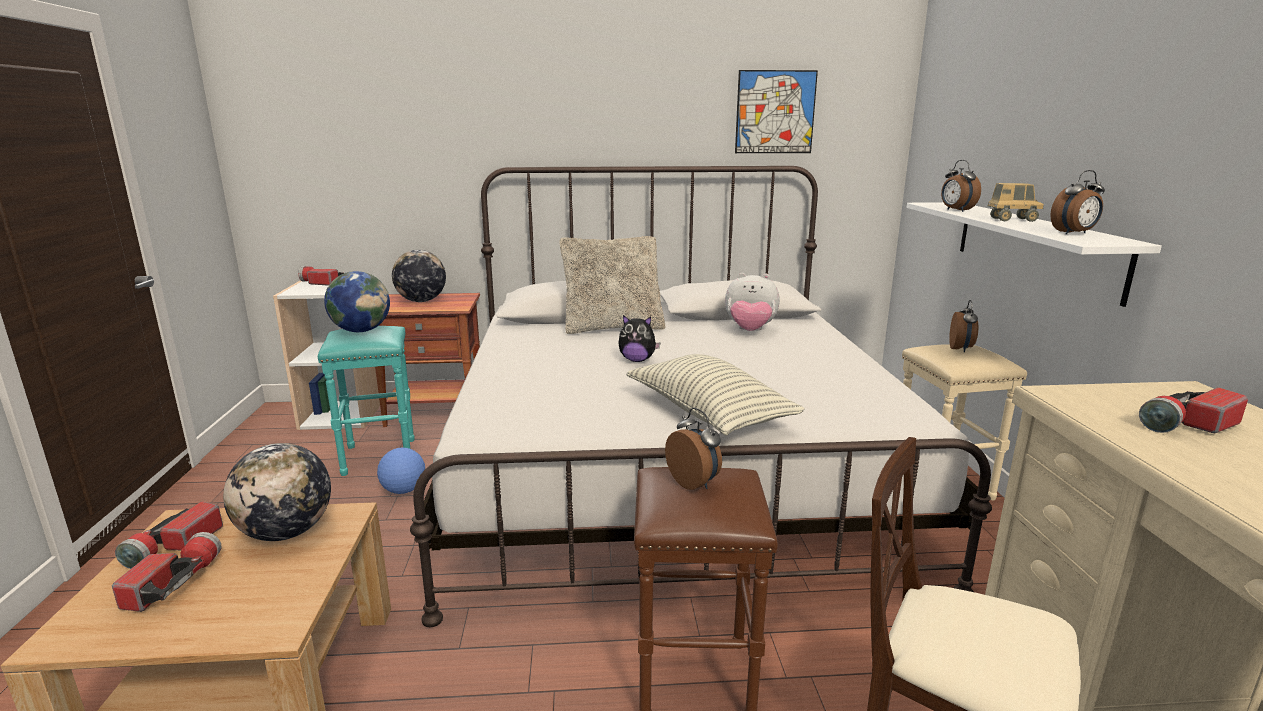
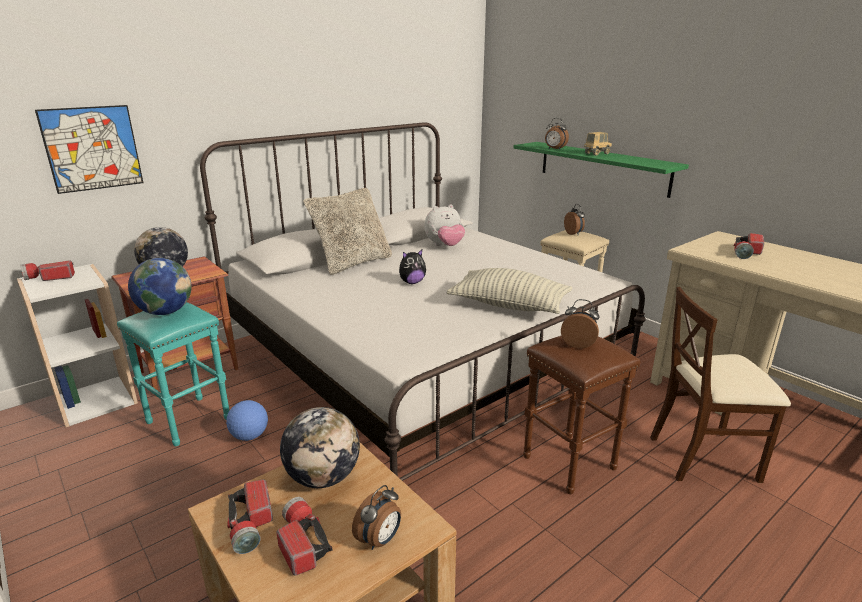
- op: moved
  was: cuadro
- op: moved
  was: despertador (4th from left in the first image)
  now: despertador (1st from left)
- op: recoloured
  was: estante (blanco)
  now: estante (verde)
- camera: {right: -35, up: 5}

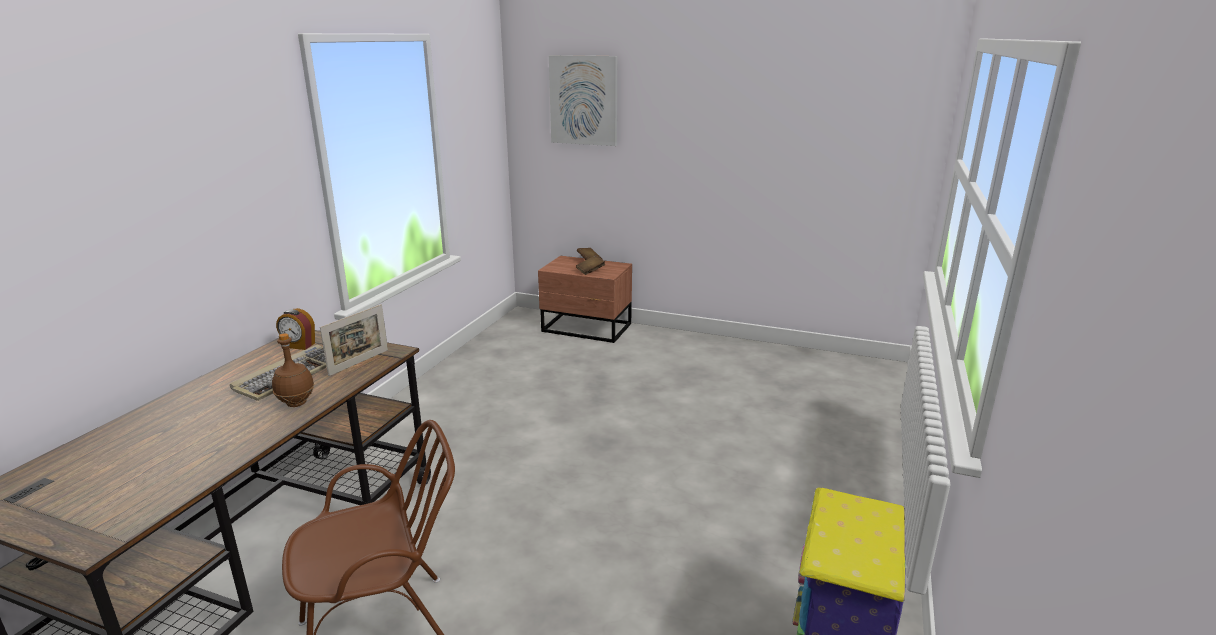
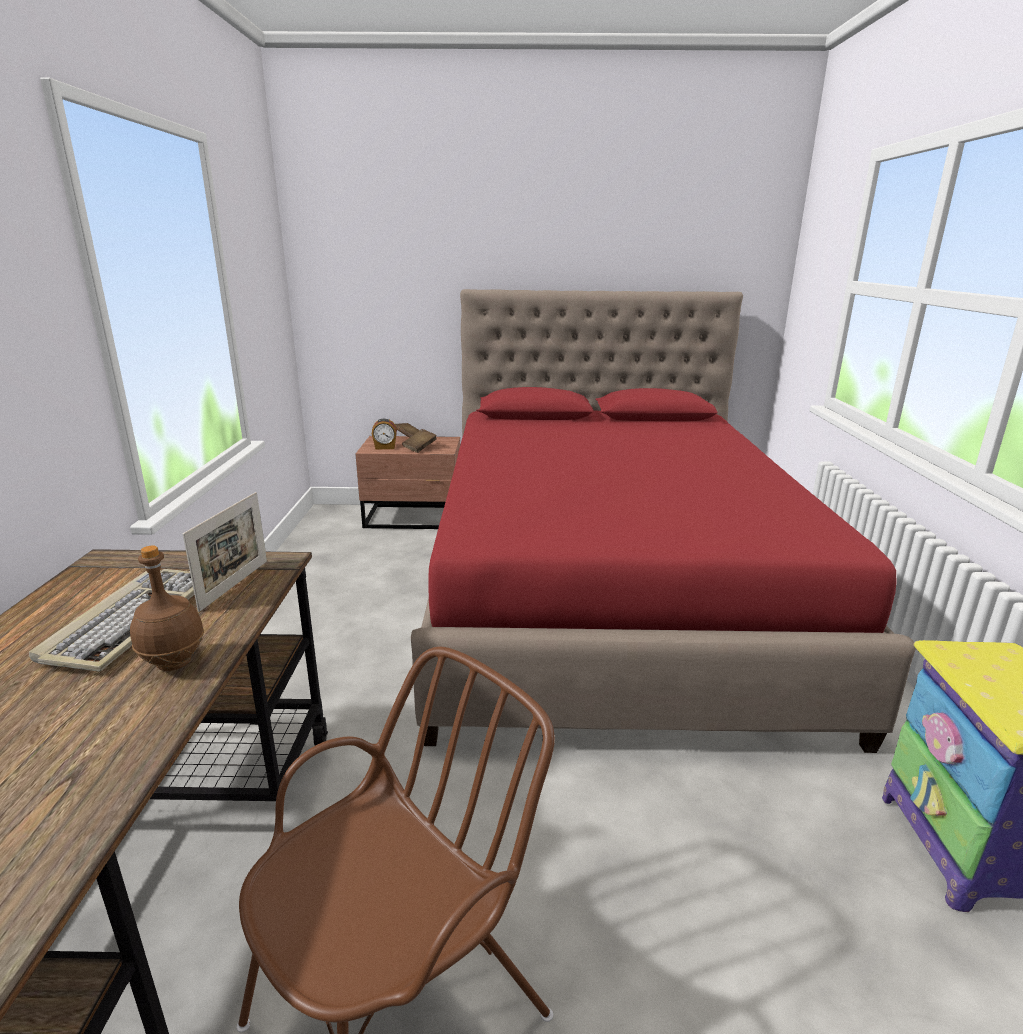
- op: removed
  was: cuadro
- op: added
  now: cama (rojo)
- op: moved
  was: despertador
- camera: {right: -20, up: 0}

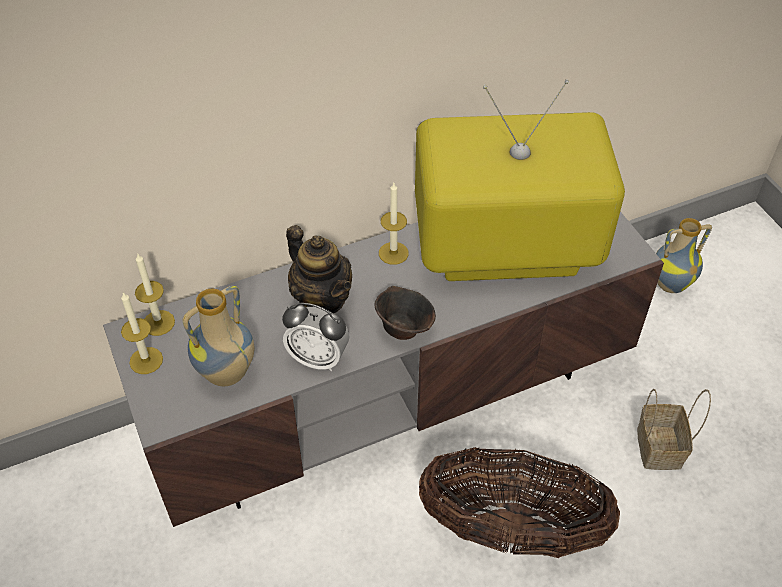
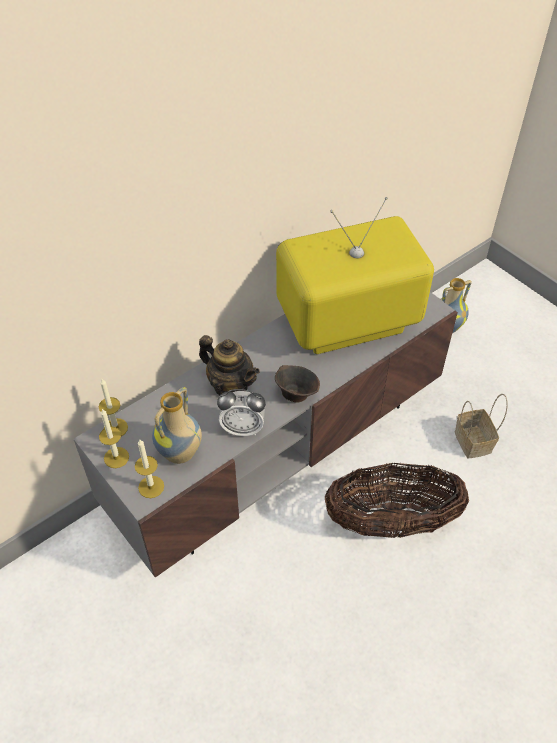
- op: moved
  was: vela (3rd from left)
- camera: {right: -15, up: 0}

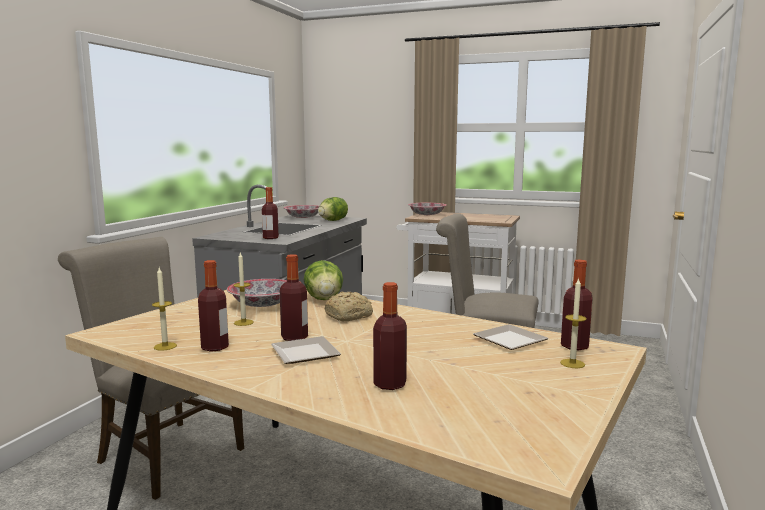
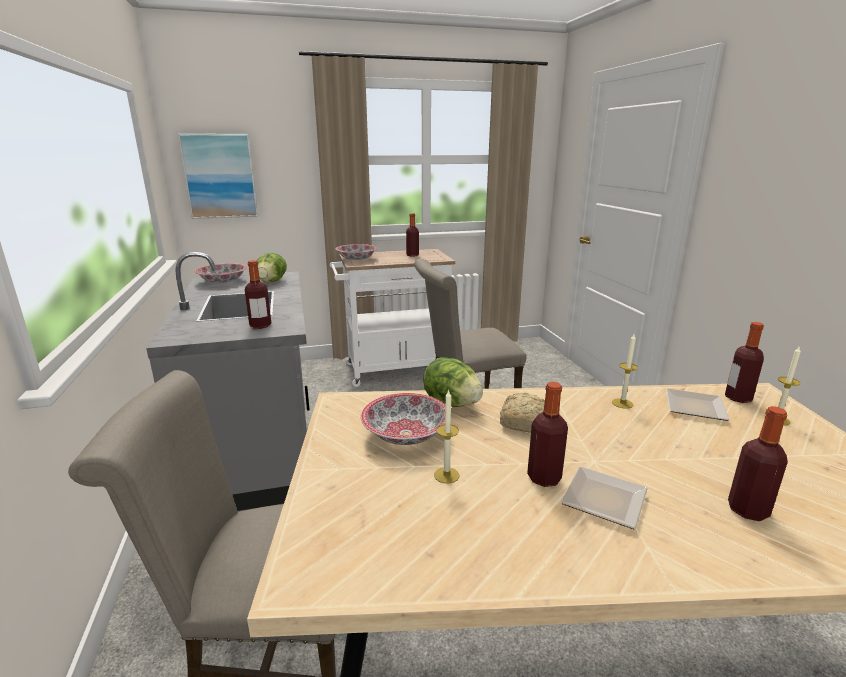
- op: added
  now: cuadro
- op: moved
  was: vela (1st from left in the first image)
  now: vela (2nd from left)
- op: moved
  was: botella (1st from left in the first image)
  now: botella (2nd from left)
- camera: {right: -35, up: 10}

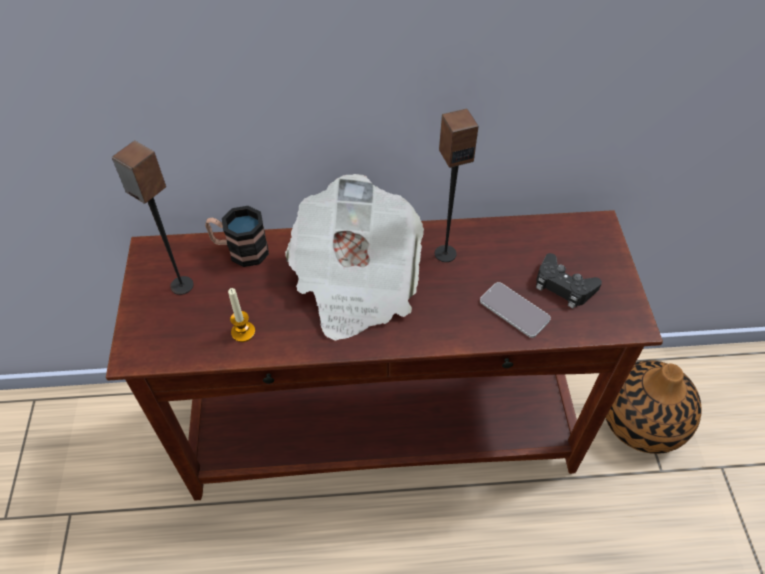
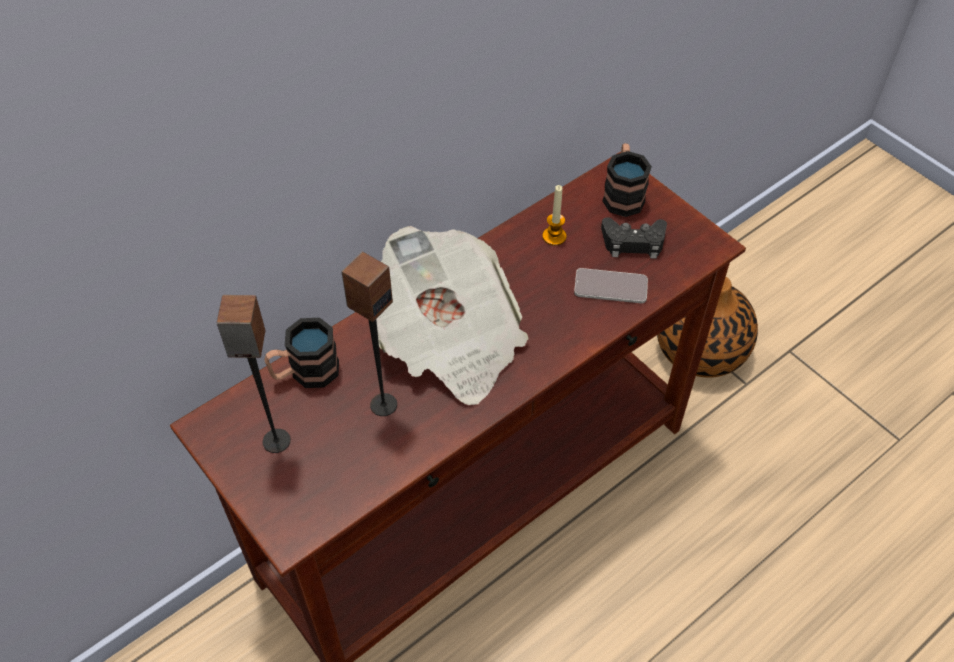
- op: added
  now: taza grande (2nd from left)
- op: moved
  was: vela
- op: moved
  was: altavoz (2nd from left)
- camera: {right: -35, up: 0}

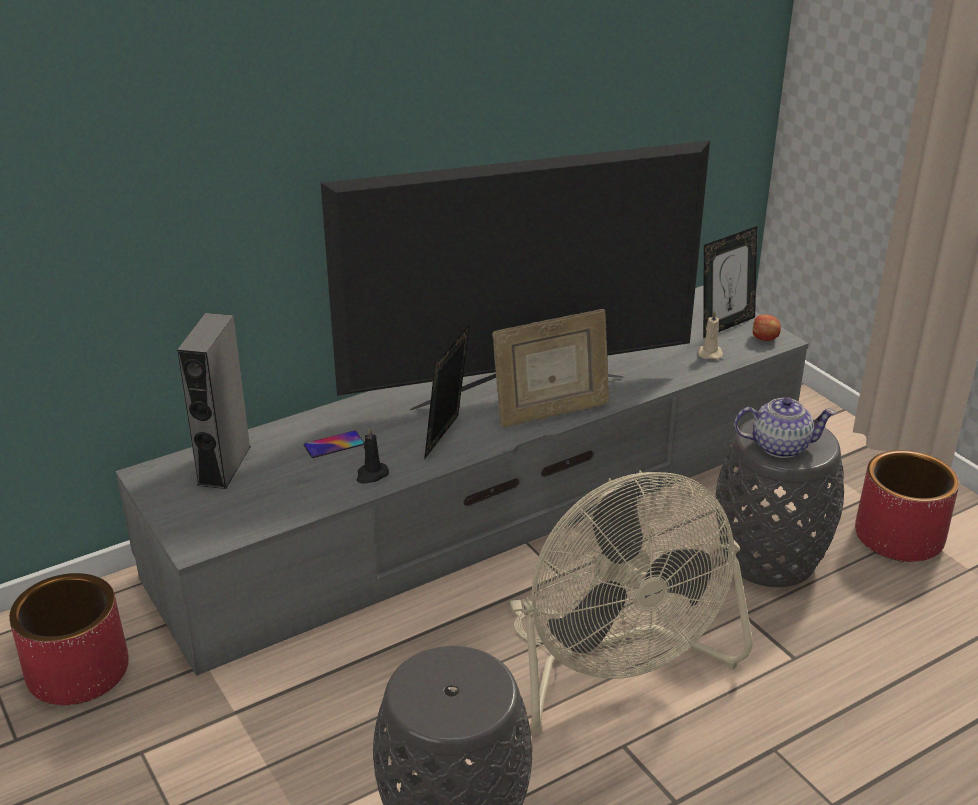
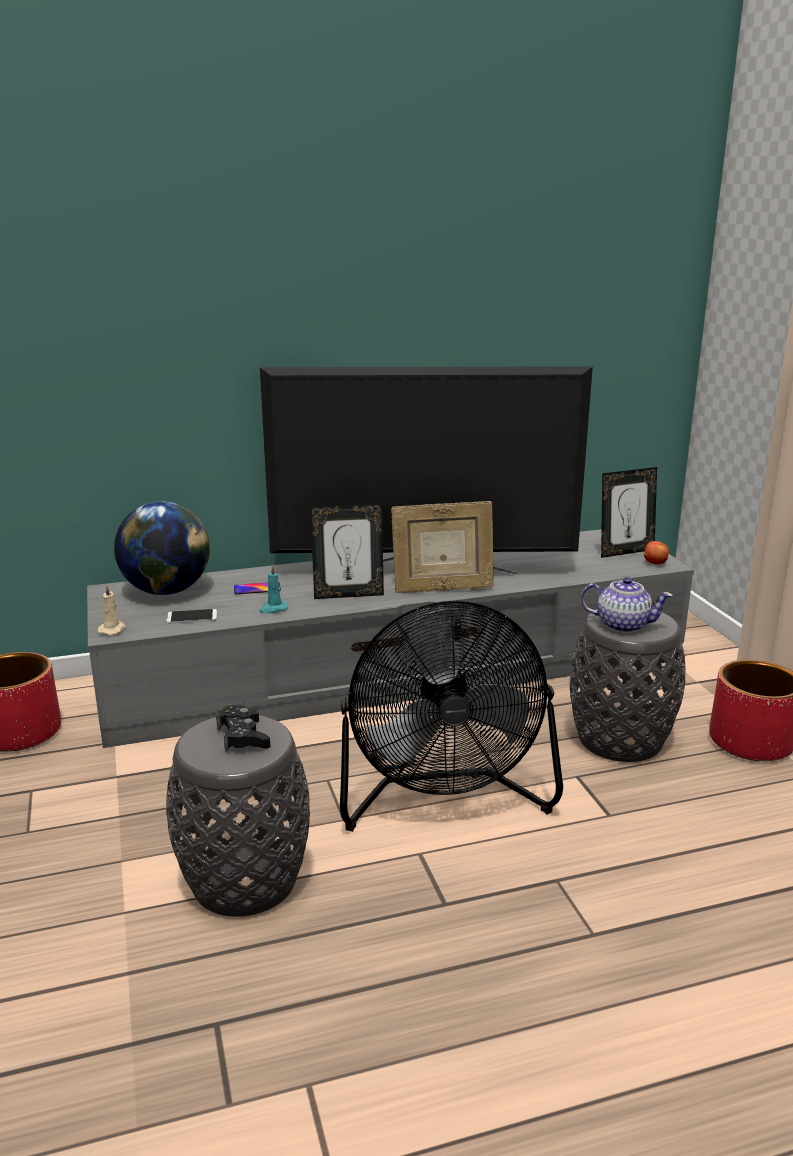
- op: added
  now: móvil (1st from left)
- op: added
  now: mando de consola (negro)
- op: moved
  was: vela (beis)
- op: replaced
  was: altavoz (gris)
  now: globo terráqueo
- op: recoloured
  was: vela (negro)
  now: vela (turquesa)
- op: recoloured
  was: ventilador (beis)
  now: ventilador (negro)
- op: turned
  was: portarretratos (1st from left)
  clockwise: -135
- camera: {right: 15, up: -10}

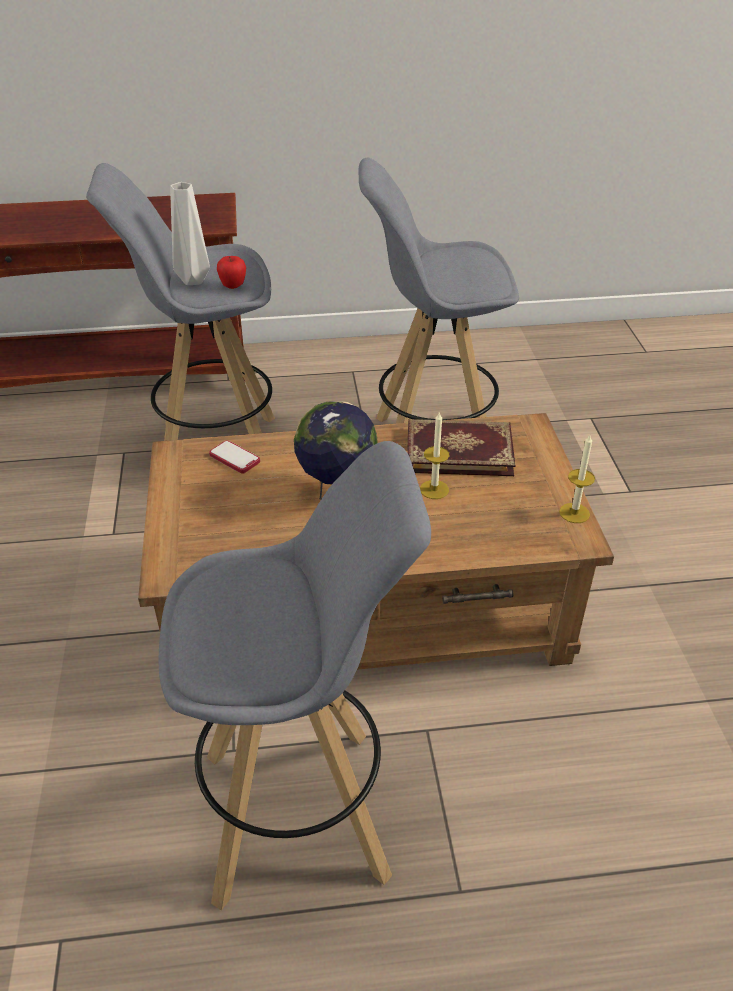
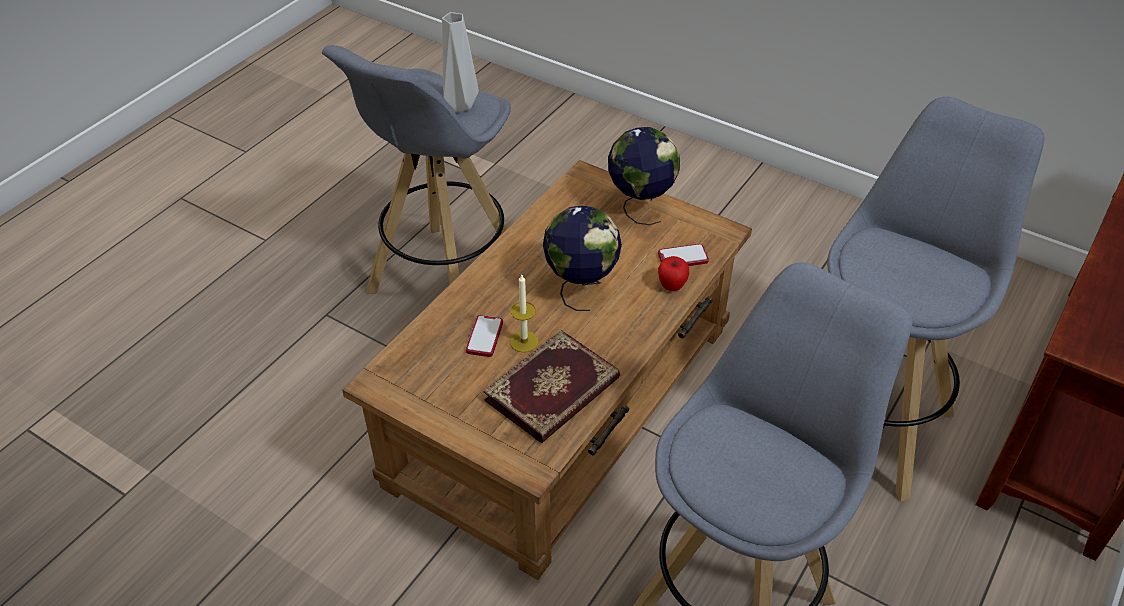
- op: removed
  was: vela (2nd from left)
- op: added
  now: móvil (1st from left)
- op: added
  now: globo terráqueo (2nd from left)
- op: moved
  was: florero (gris)
- op: moved
  was: manzana
- camera: {right: 130, up: 5}

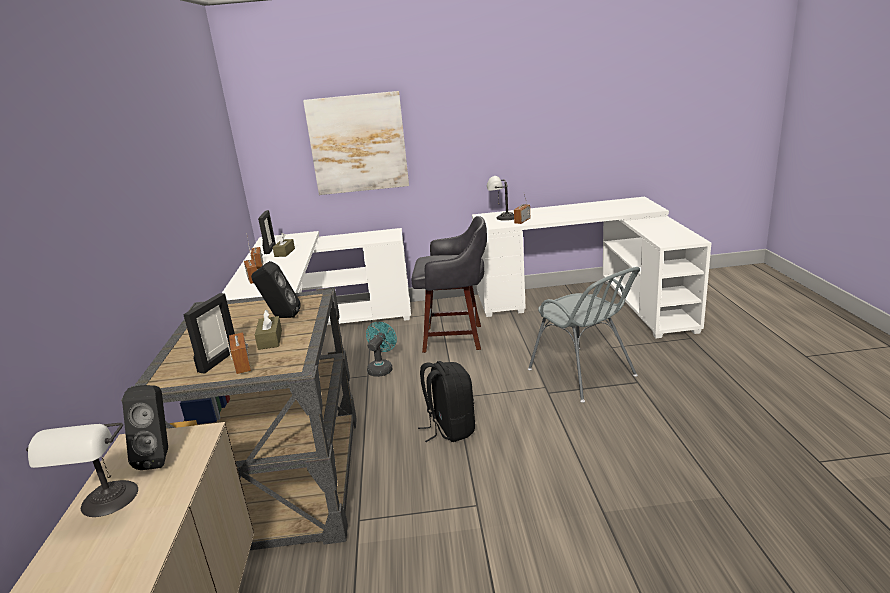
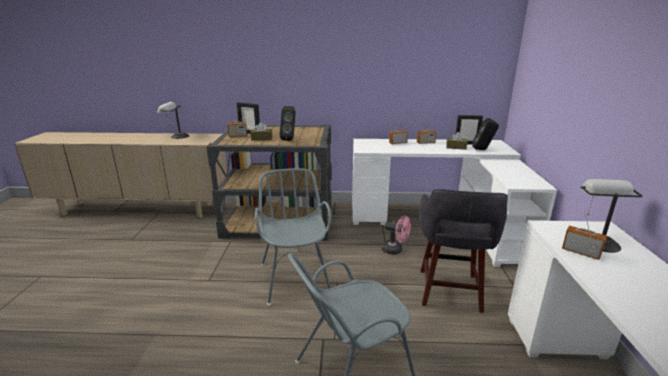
- op: removed
  was: cuadro
- op: moved
  was: altavoz (negro) (1st from left in the first image)
  now: altavoz (negro) (2nd from left)
- op: replaced
  was: mochila (negro)
  now: silla (gris) (1st from left)
- op: recoloured
  was: ventilador (turquesa)
  now: ventilador (rosa)
- camera: {right: 95, up: 0}

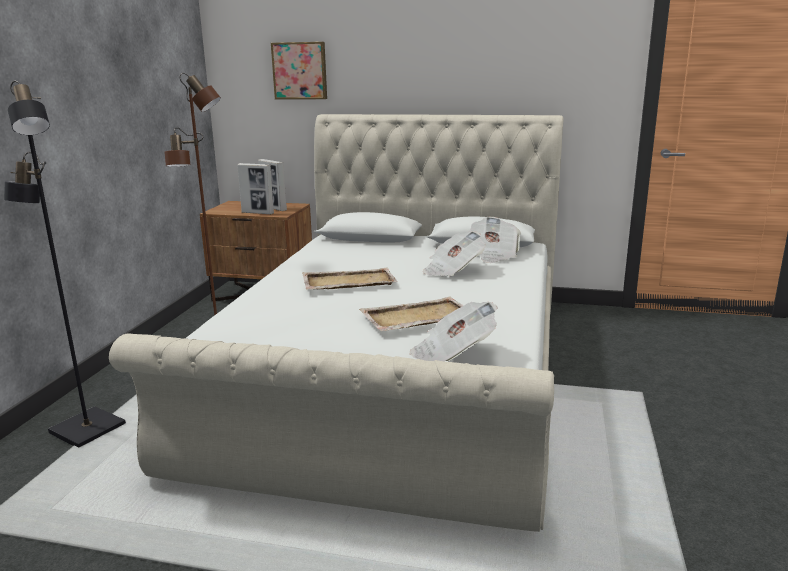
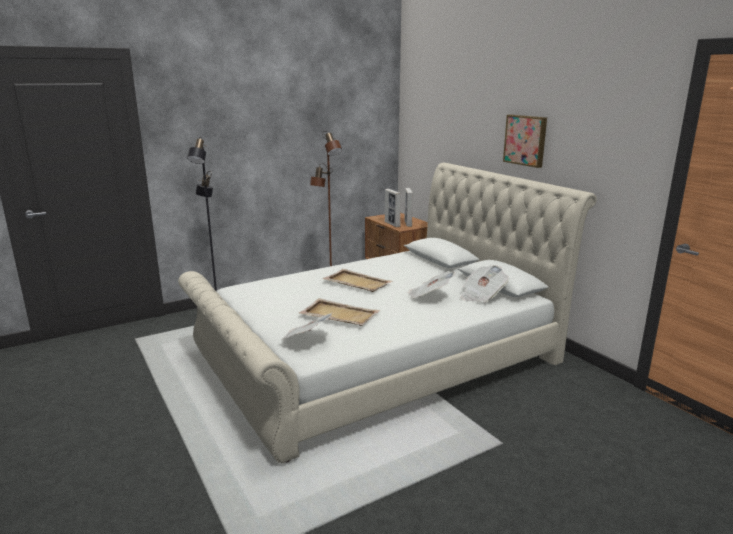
- op: moved
  was: cuadro
- camera: {right: 45, up: 0}

